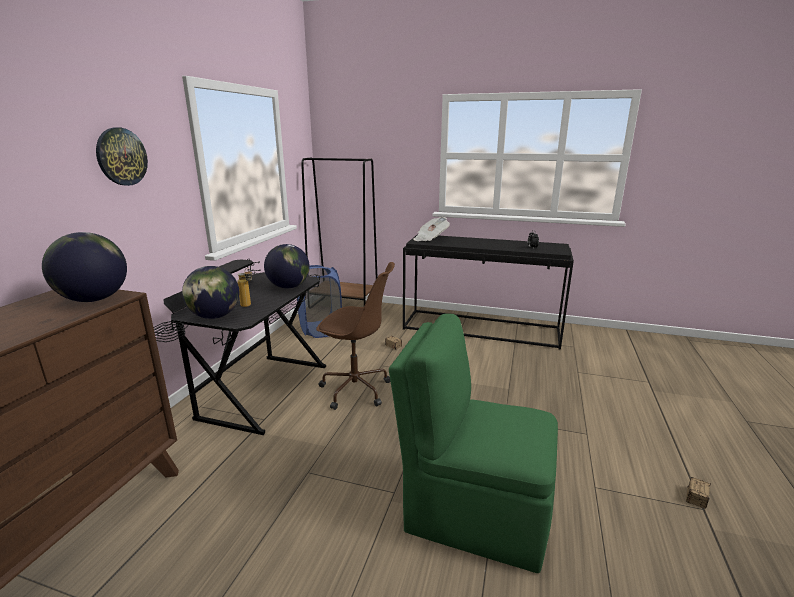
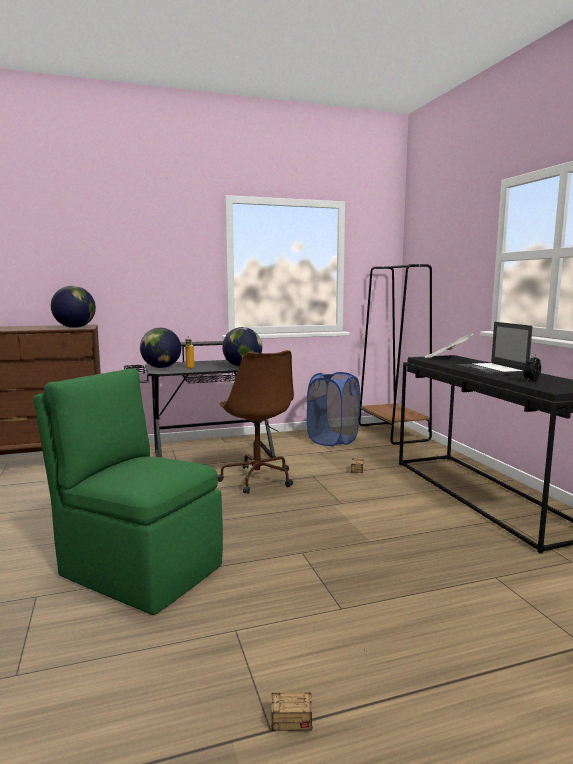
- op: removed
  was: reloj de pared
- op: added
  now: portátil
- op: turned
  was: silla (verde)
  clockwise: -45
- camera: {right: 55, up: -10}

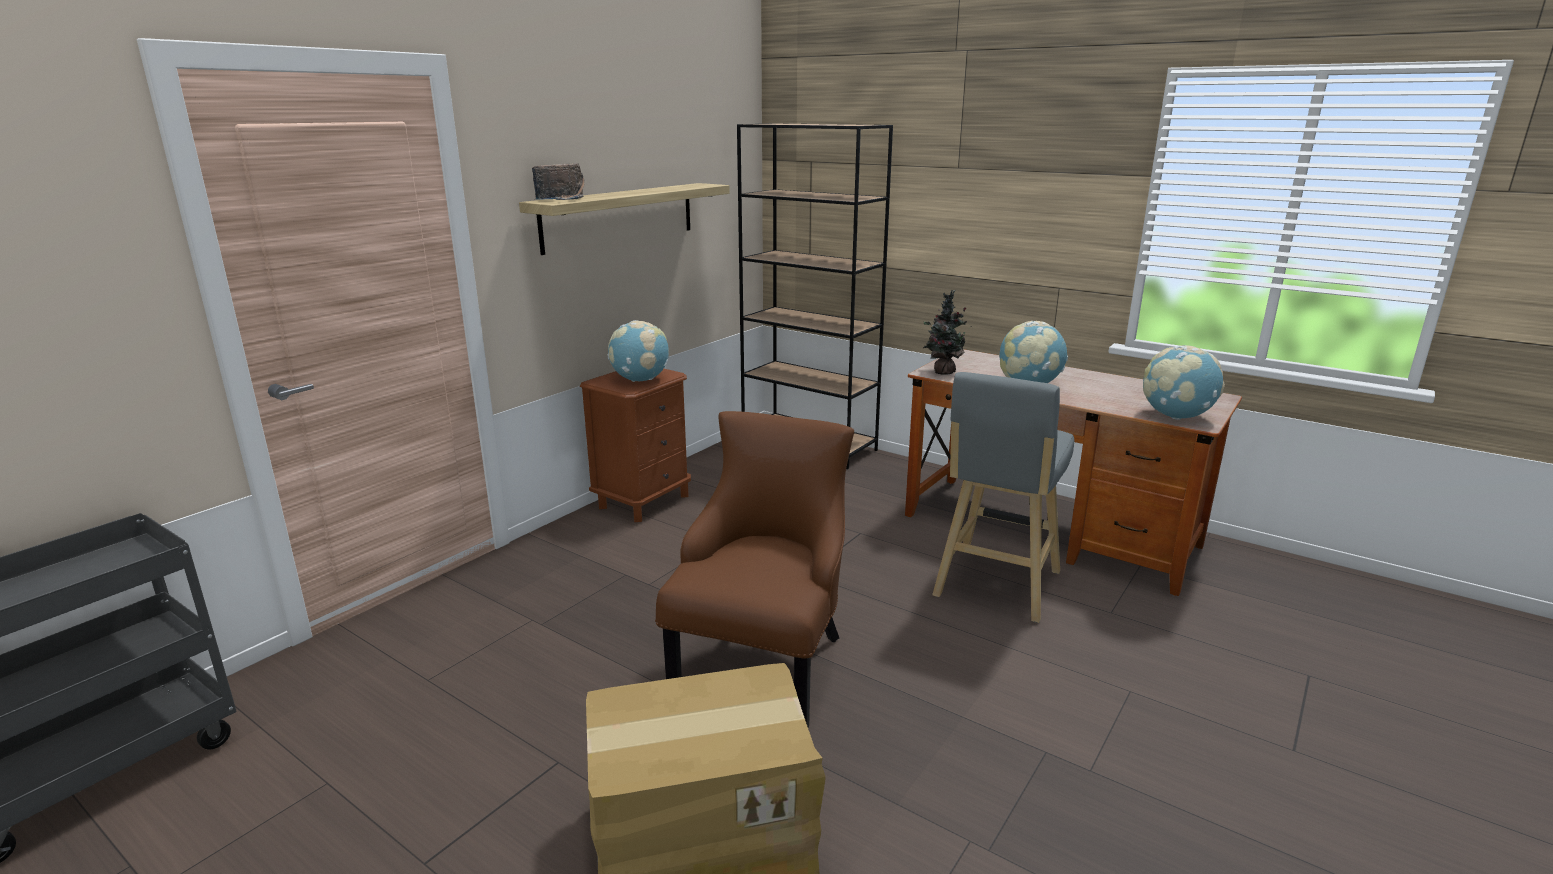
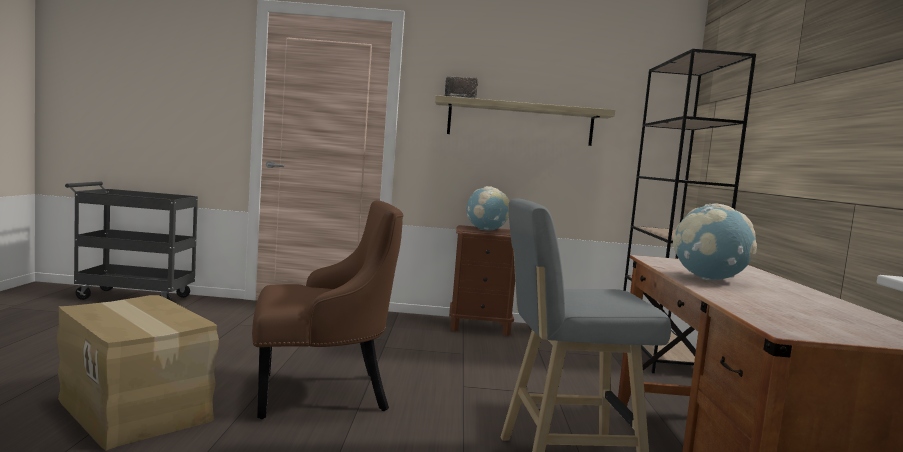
- op: removed
  was: planta en maceta
- op: removed
  was: globo terráqueo (3rd from left)
- camera: {right: 55, up: -15}

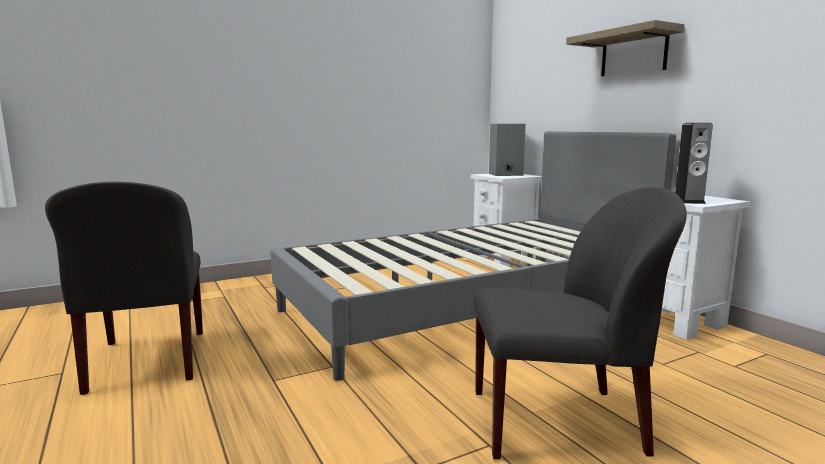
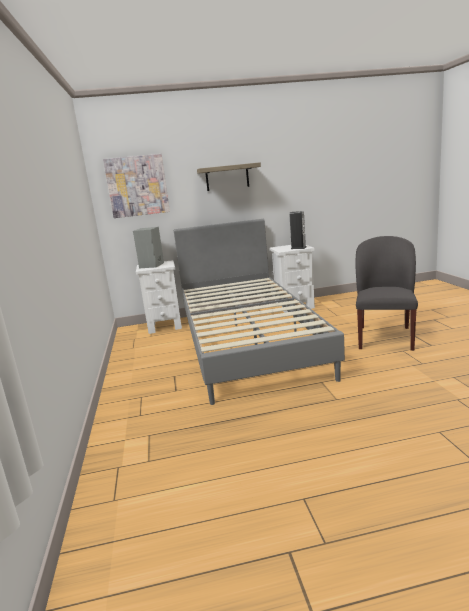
- op: removed
  was: silla (gris) (1st from left)
- op: added
  now: cuadro
- camera: {right: -70, up: 5}

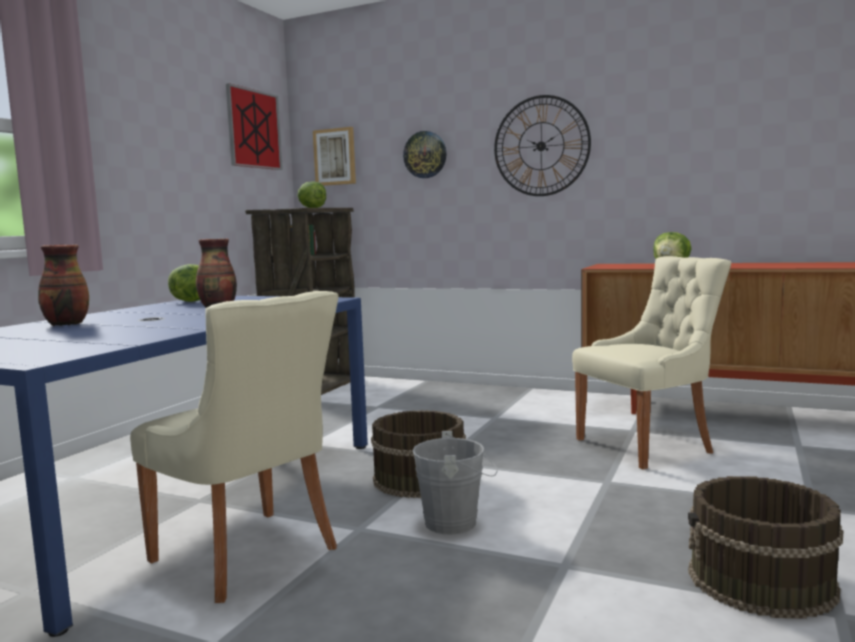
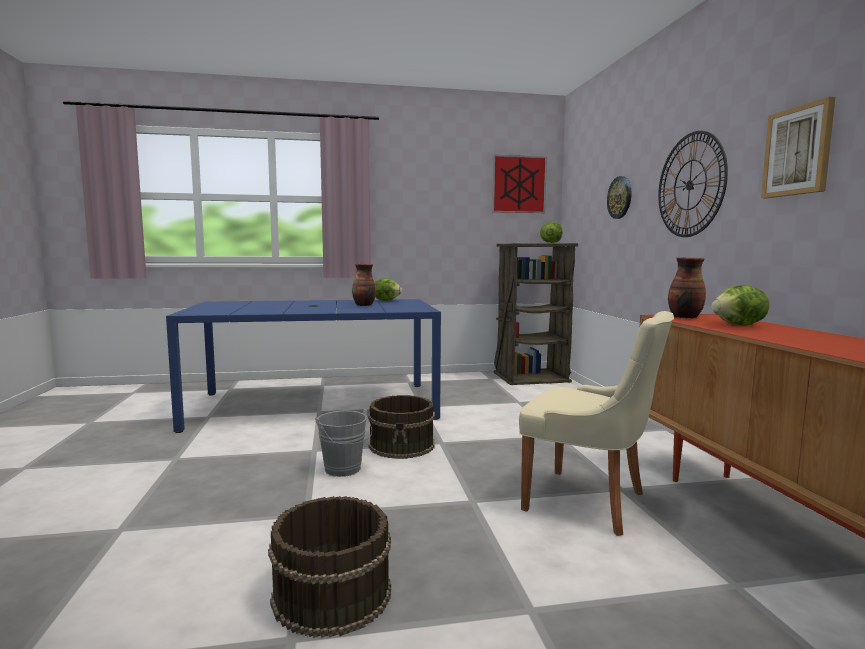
- op: removed
  was: silla (beis) (1st from left)
- op: moved
  was: florero (1st from left in the first image)
  now: florero (2nd from left)
- op: moved
  was: cuadro (2nd from left)
- camera: {right: 55, up: 0}

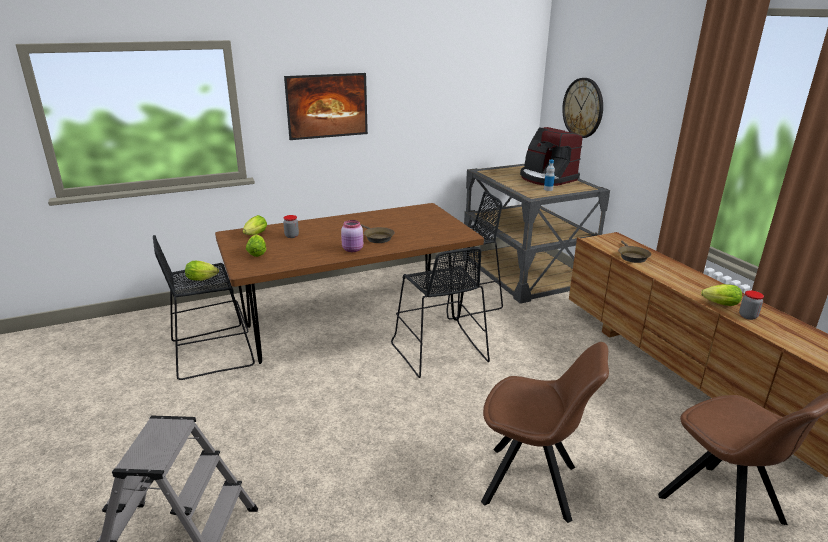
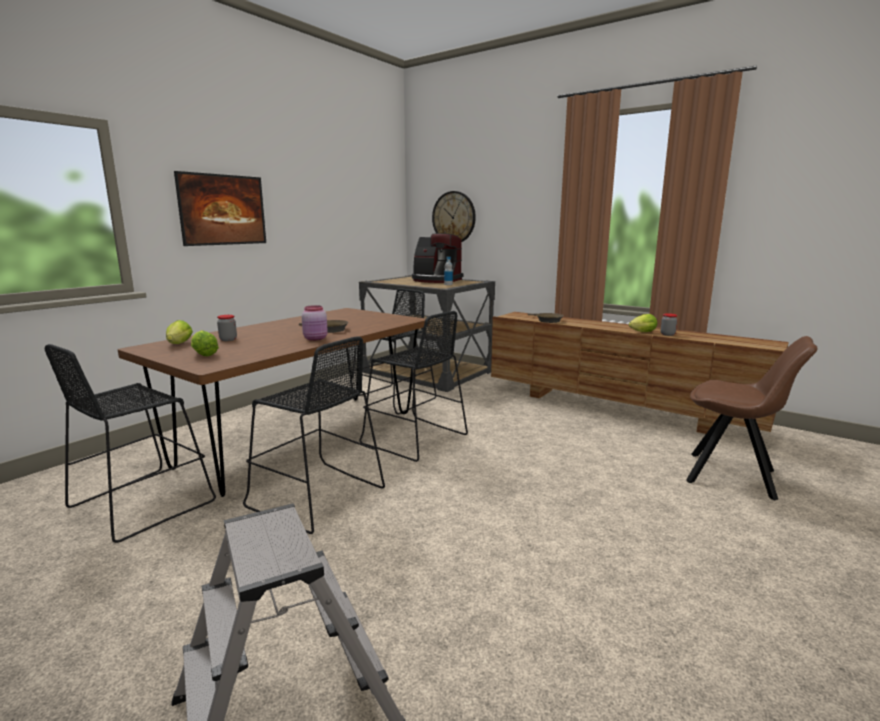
- op: removed
  was: lechuga (1st from left)
- op: removed
  was: silla (marrón) (1st from left)
- op: added
  now: taburete (negro) (2nd from left)
- camera: {right: -30, up: -10}

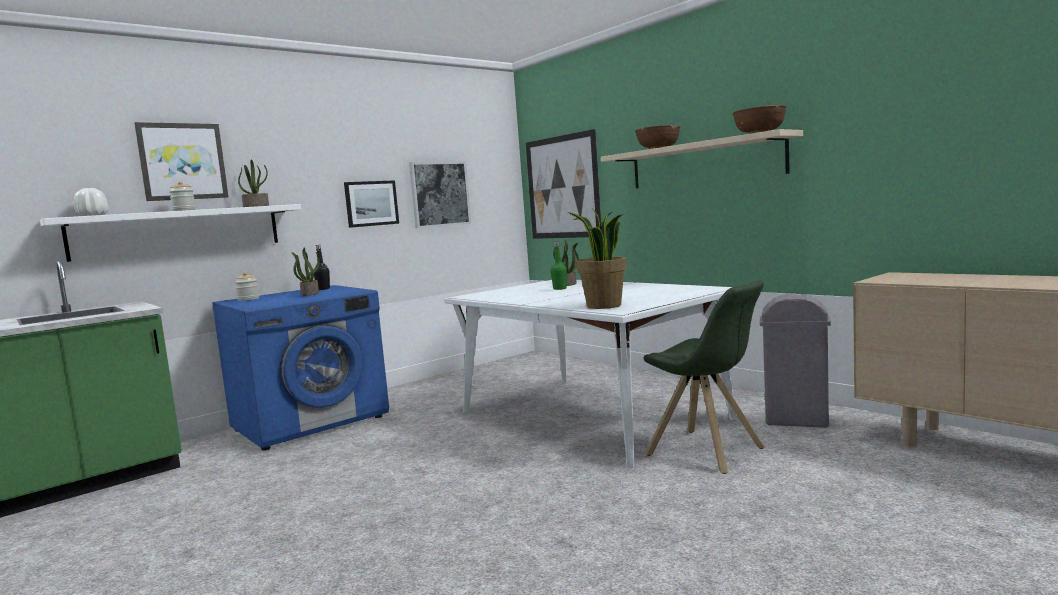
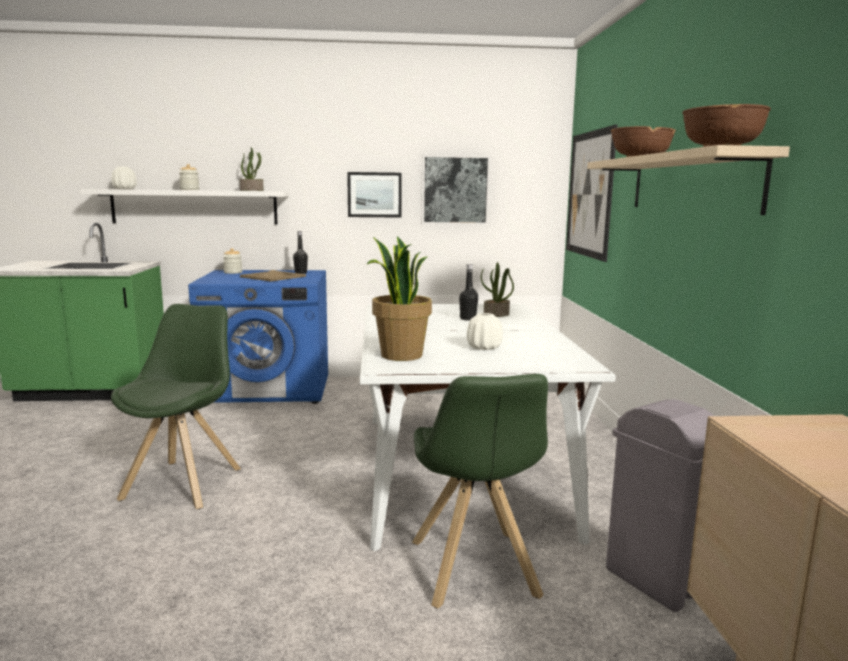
- op: removed
  was: cuadro (1st from left)
- op: added
  now: silla (verde) (1st from left)
- op: added
  now: florero (blanco) (2nd from left)
- op: replaced
  was: planta en maceta (2nd from left)
  now: bandeja (beis)
- op: recoloured
  was: botella (verde)
  now: botella (negro) (2nd from left)
- camera: {right: 35, up: 5}

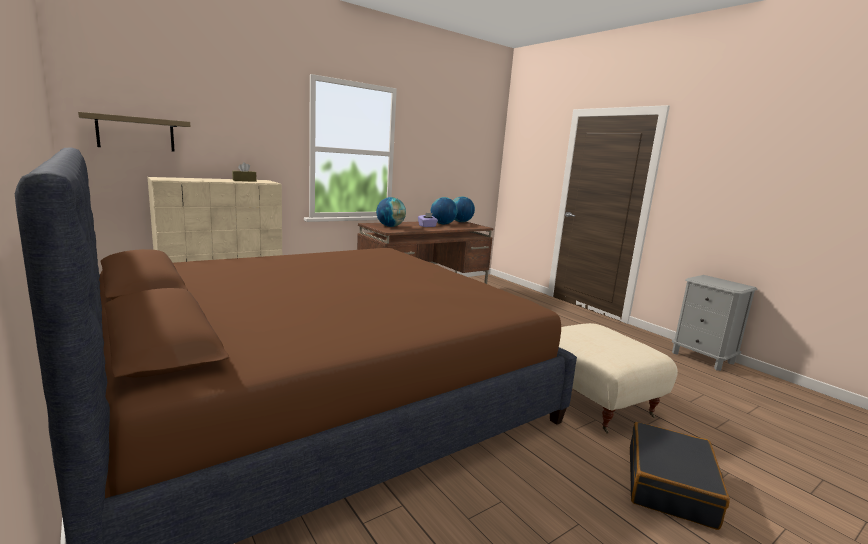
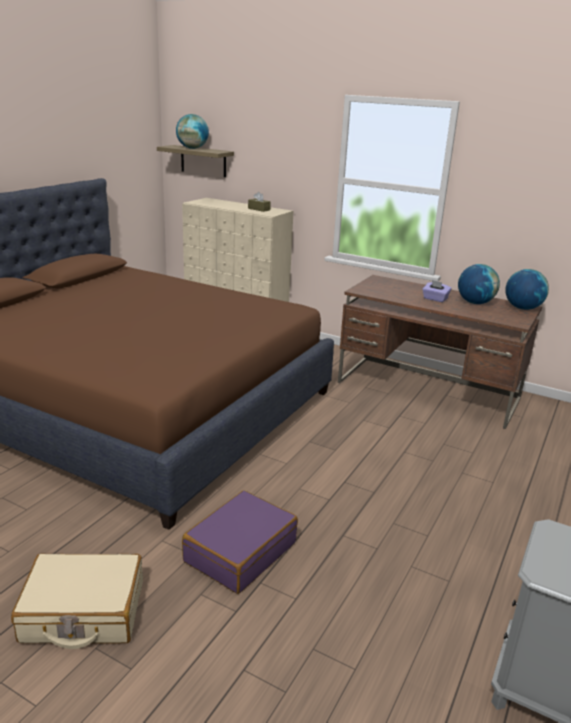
- op: moved
  was: globo terráqueo (1st from left)
- op: replaced
  was: puf (beis)
  now: maleta (morado)
- op: recoloured
  was: maleta (negro)
  now: maleta (beis)
- camera: {right: 65, up: 10}

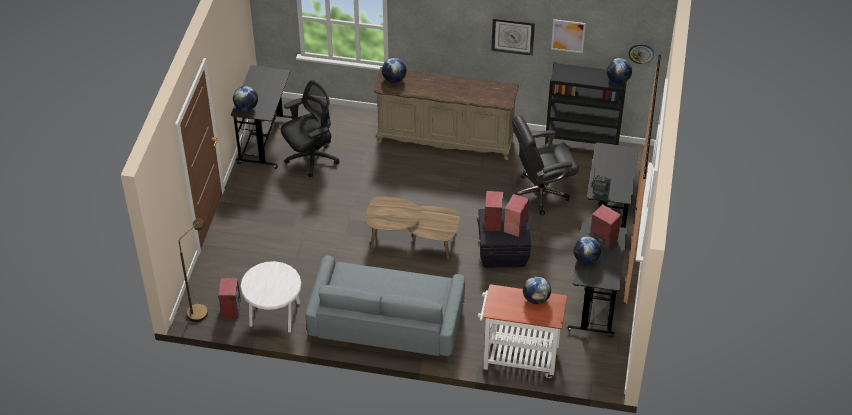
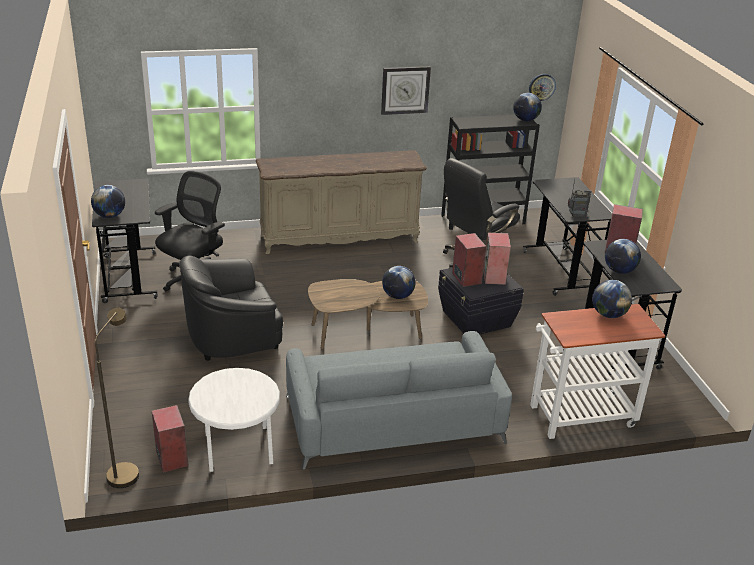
- op: removed
  was: cuadro
- op: added
  now: sillón (negro)
- op: moved
  was: globo terráqueo (2nd from left)
- camera: {right: -25, up: -15}

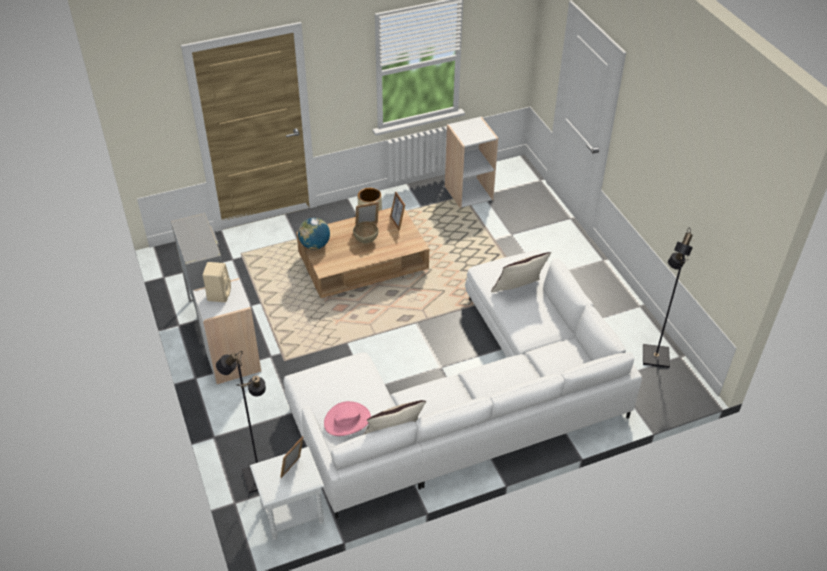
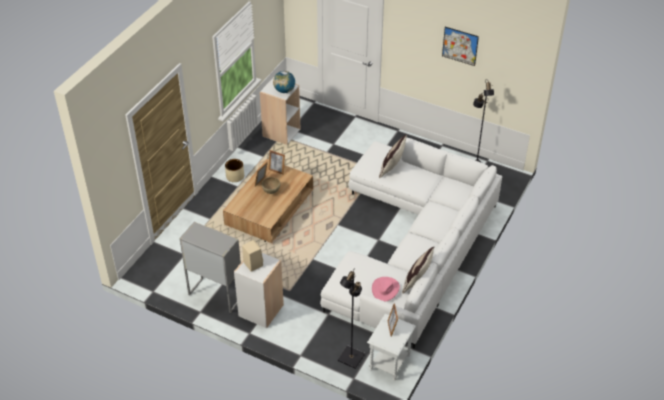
- op: added
  now: cuadro
- op: moved
  was: globo terráqueo
- camera: {right: -40, up: 0}

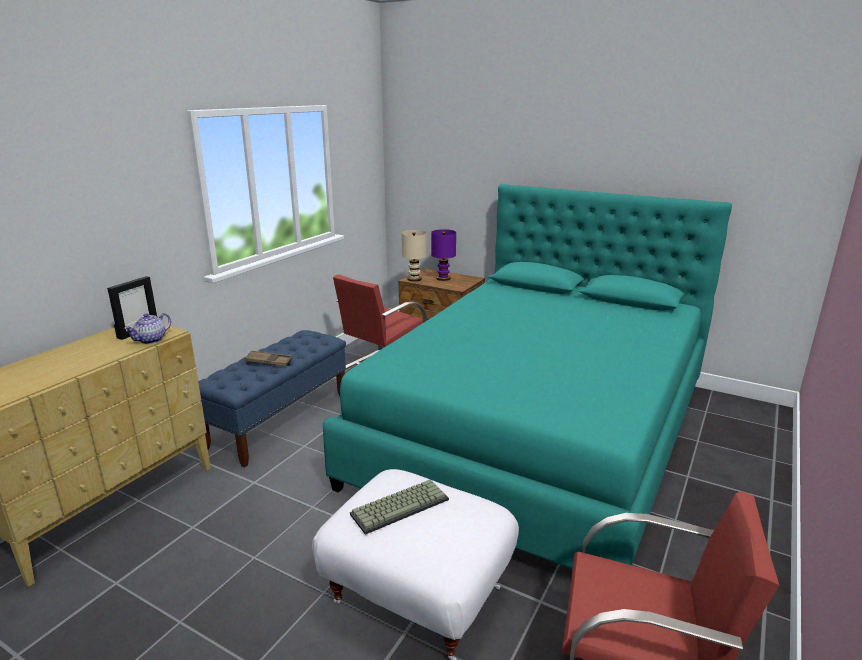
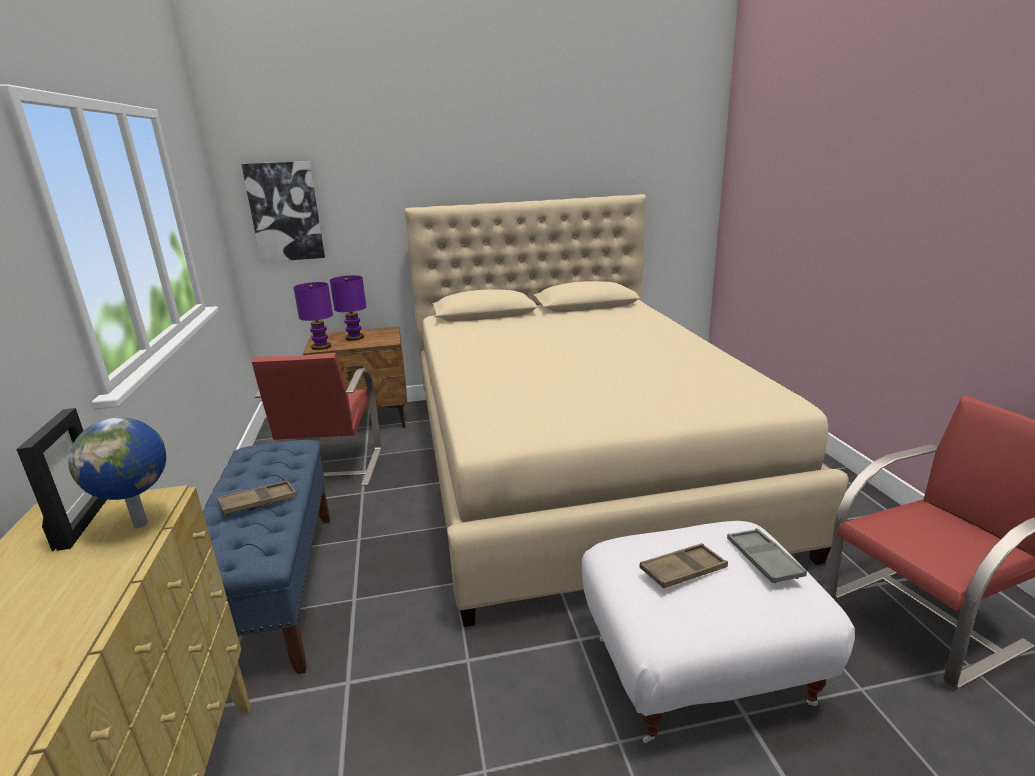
- op: added
  now: cuadro
- op: added
  now: bandeja (gris)
- op: replaced
  was: tetera
  now: globo terráqueo
- op: replaced
  was: teclado
  now: bandeja (marrón) (2nd from left)
- op: recoloured
  was: cama (turquesa)
  now: cama (beis)
- op: recoloured
  was: lámpara de mesa (beis)
  now: lámpara de mesa (morado) (1st from left)
- camera: {right: -40, up: 0}

